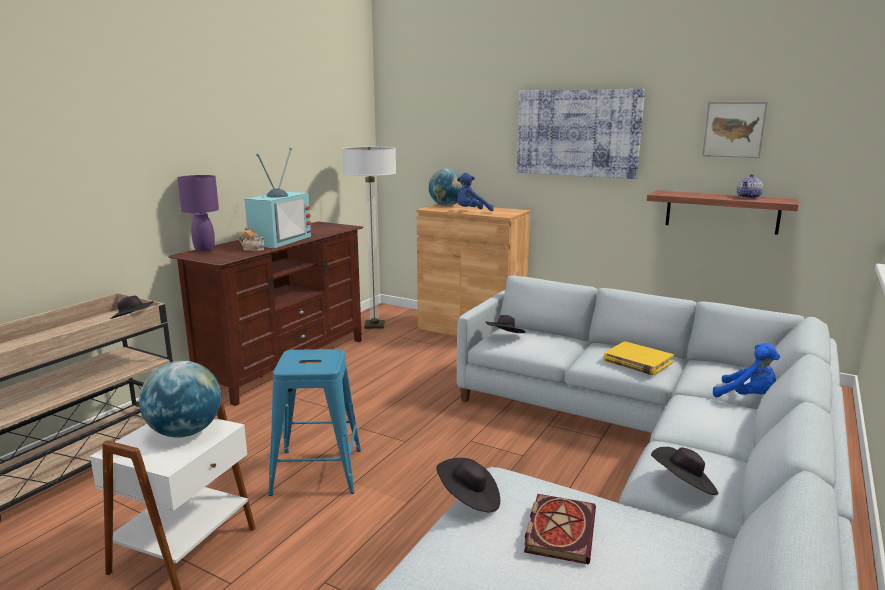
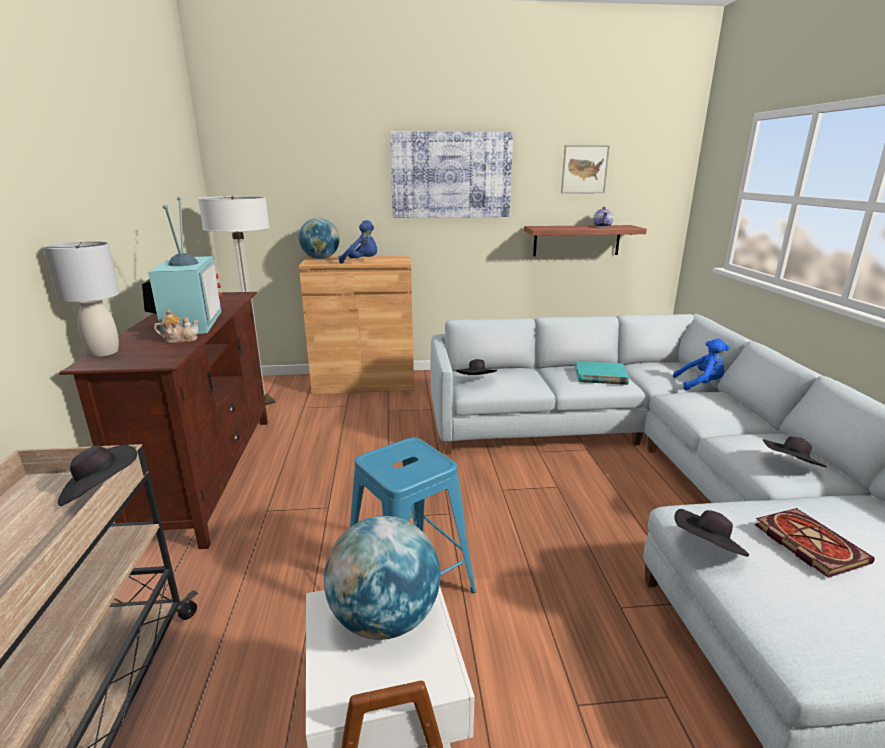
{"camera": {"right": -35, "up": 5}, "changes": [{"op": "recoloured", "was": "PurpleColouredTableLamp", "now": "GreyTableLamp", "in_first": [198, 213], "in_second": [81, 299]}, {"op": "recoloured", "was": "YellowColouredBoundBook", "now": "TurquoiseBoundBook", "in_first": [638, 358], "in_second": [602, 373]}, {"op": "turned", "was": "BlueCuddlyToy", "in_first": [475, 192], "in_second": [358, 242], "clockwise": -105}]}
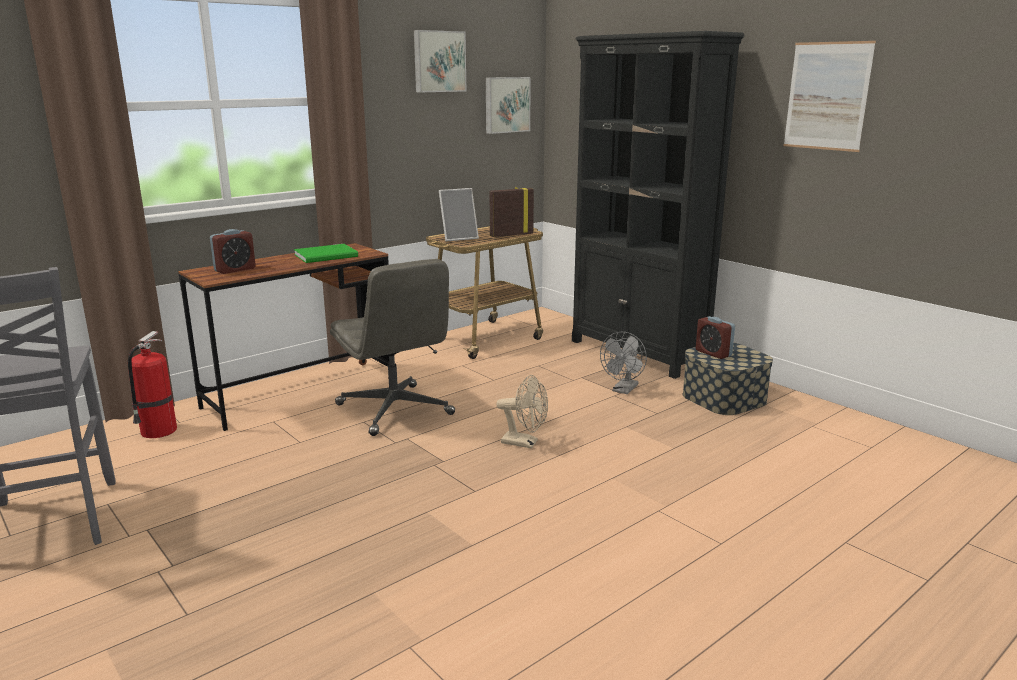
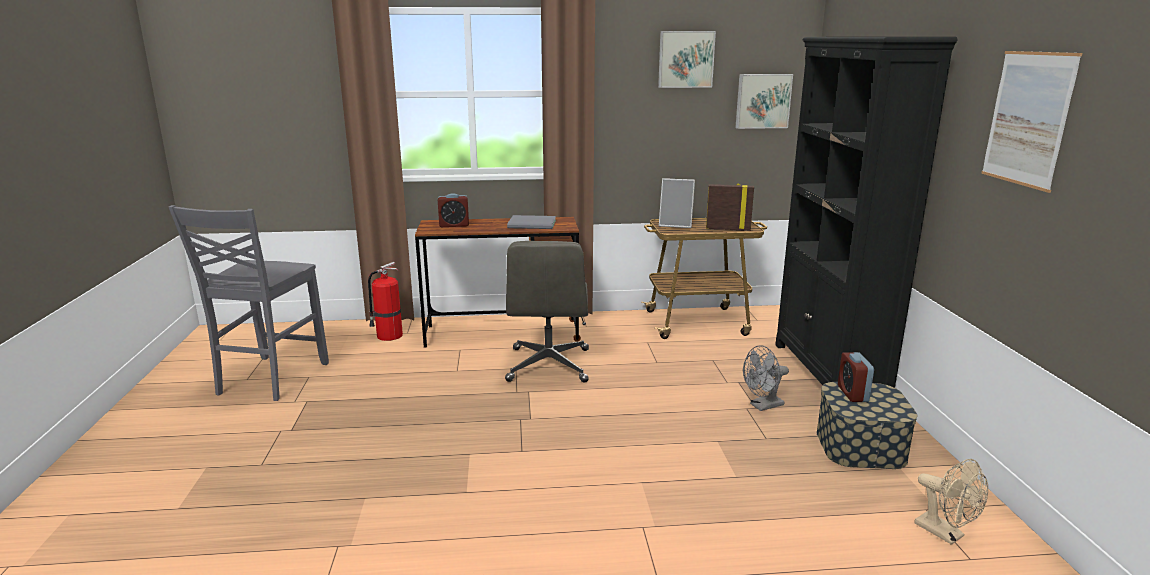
{"camera": {"right": 35, "up": 0}, "changes": [{"op": "moved", "was": "SandColouredFan", "in_first": [522, 412], "in_second": [951, 502]}, {"op": "recoloured", "was": "GreenColouredBoundBook", "now": "GreyBoundBook", "in_first": [326, 253], "in_second": [531, 222]}]}
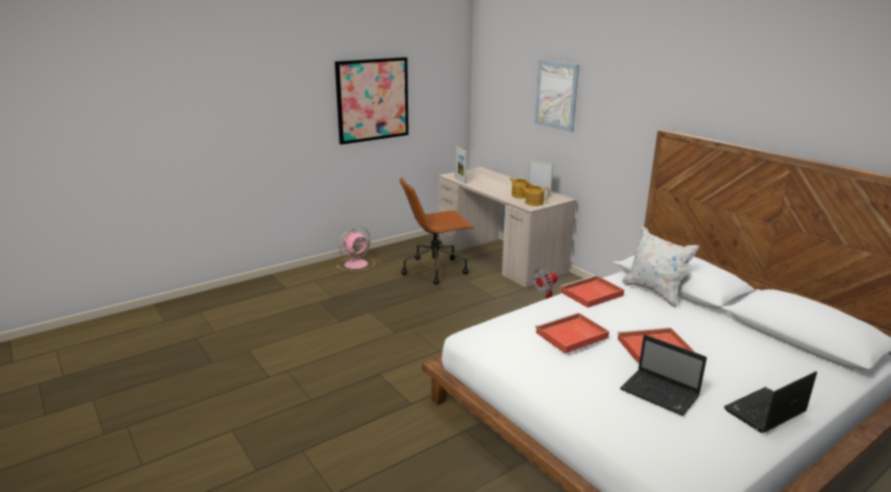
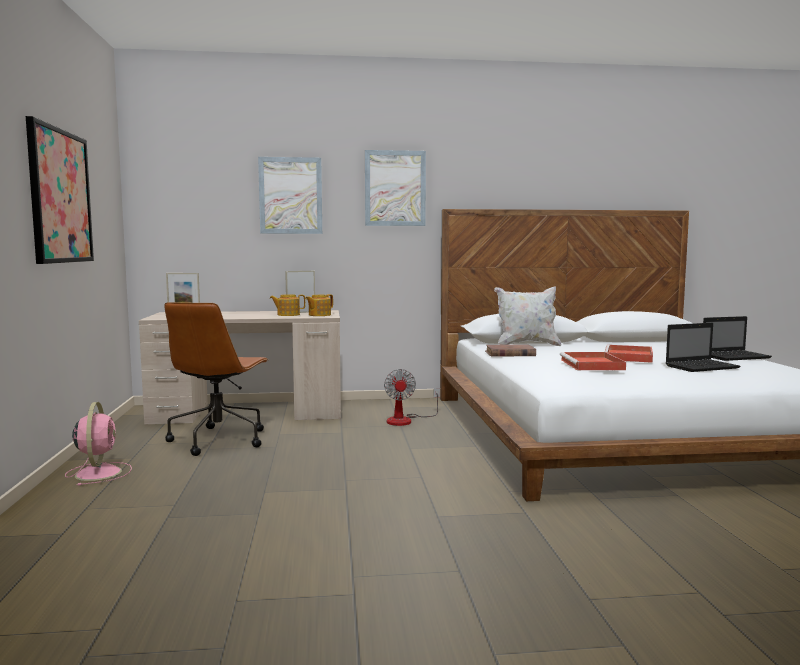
{"camera": {"right": -60, "up": -15}, "changes": [{"op": "added", "now": "WallPicture", "in_second": [395, 188]}, {"op": "replaced", "was": "ReddishServingTray", "now": "BrownBoundBook", "in_first": [592, 291], "in_second": [510, 350]}, {"op": "turned", "was": "PortableComputer", "in_first": [770, 402], "in_second": [737, 338], "clockwise": -105}]}
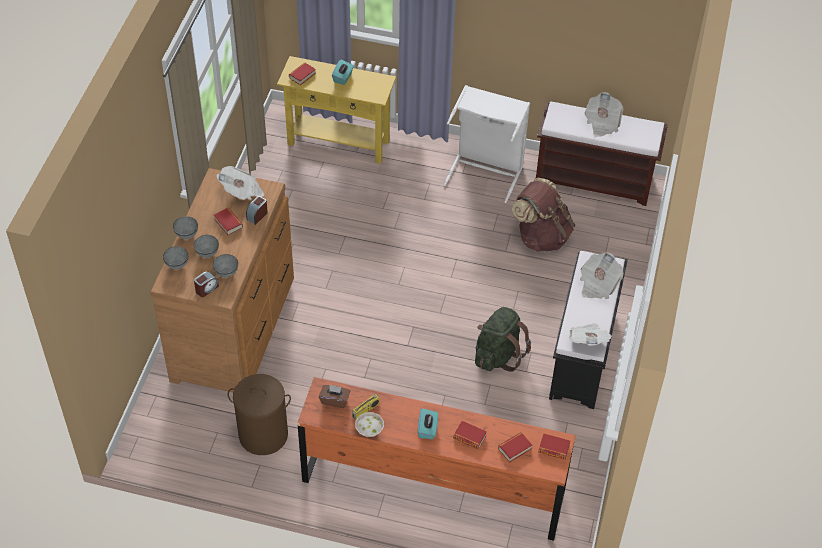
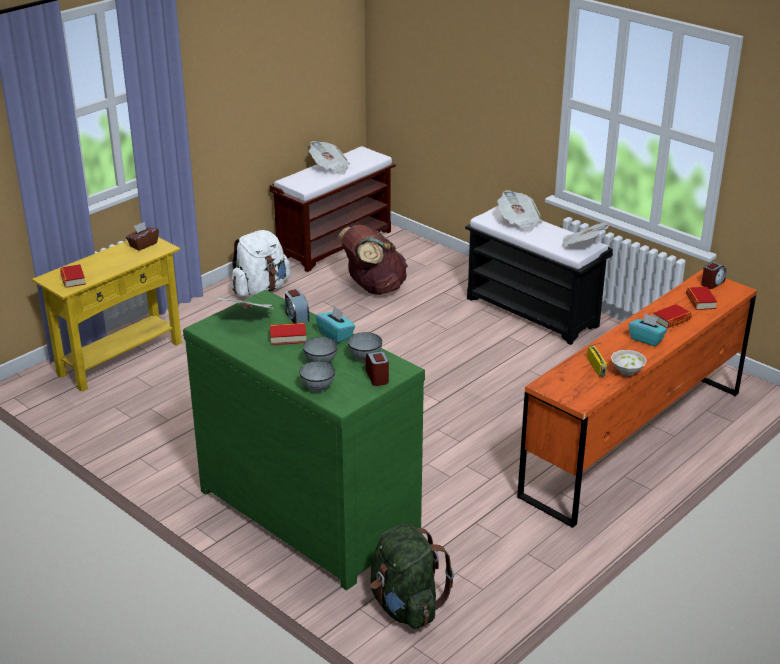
{"camera": {"right": -60, "up": -20}, "changes": [{"op": "removed", "was": "GreyDeepDish", "in_first": [185, 227]}, {"op": "removed", "was": "BrownHamper", "in_first": [259, 414]}, {"op": "moved", "was": "BrownTissueHolder", "in_first": [334, 396], "in_second": [142, 236]}, {"op": "moved", "was": "TurquoiseTissueHolder", "in_first": [343, 72], "in_second": [335, 324]}, {"op": "moved", "was": "GreenColouredRucksack", "in_first": [503, 339], "in_second": [412, 576]}, {"op": "replaced", "was": "WhiteColouredHamper", "now": "WhiteColouredRucksack", "in_first": [487, 144], "in_second": [261, 263]}, {"op": "replaced", "was": "BoundBook", "now": "AlarmClock", "in_first": [554, 446], "in_second": [713, 275]}, {"op": "recoloured", "was": "BrownDrawerChest", "now": "GreenColouredDrawerChest", "in_first": [222, 280], "in_second": [304, 440]}]}
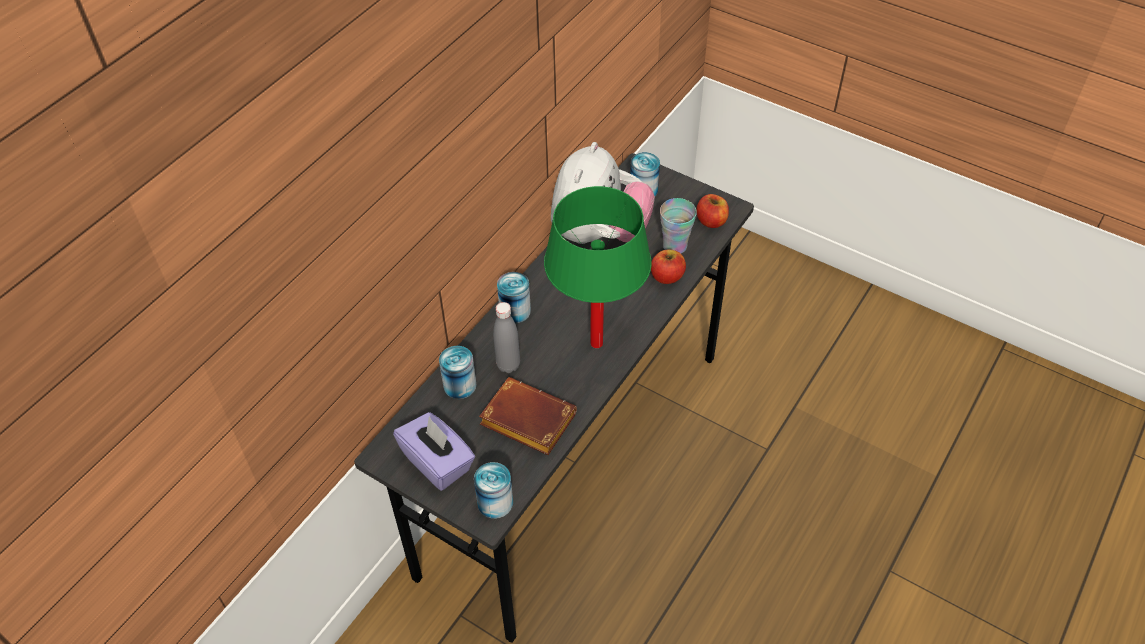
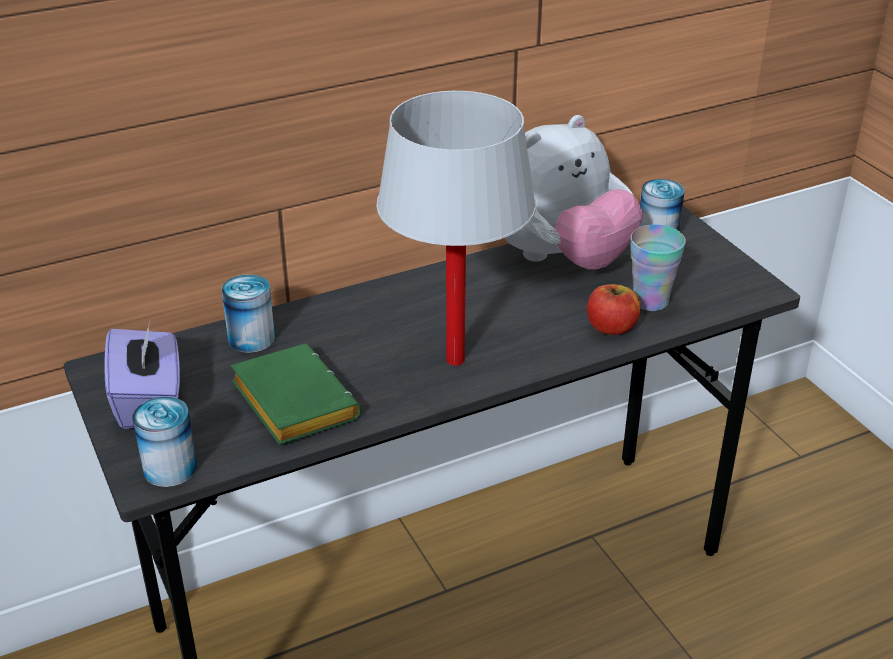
{"camera": {"right": 30, "up": -15}, "changes": [{"op": "removed", "was": "GreyBottle", "in_first": [506, 337]}, {"op": "removed", "was": "SealedCan", "in_first": [514, 297]}, {"op": "removed", "was": "AppleFruit", "in_first": [712, 211]}, {"op": "recoloured", "was": "BrownBoundBook", "now": "GreenColouredBoundBook", "in_first": [528, 416], "in_second": [296, 394]}, {"op": "recoloured", "was": "GreenColouredTableLamp", "now": "WhiteColouredTableLamp", "in_first": [598, 267], "in_second": [456, 228]}]}
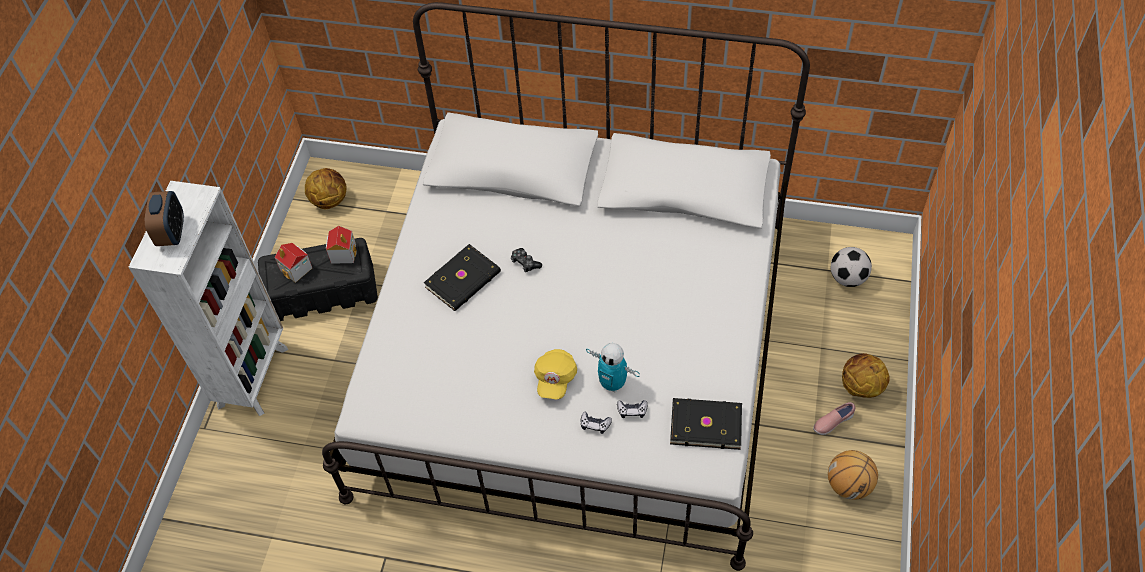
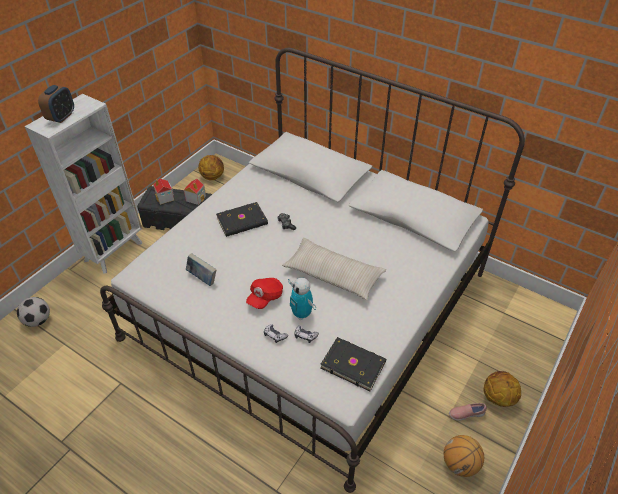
{"camera": {"right": 20, "up": -10}, "changes": [{"op": "added", "now": "BoundBook", "in_second": [201, 269]}, {"op": "added", "now": "SandColouredThrowPillow", "in_second": [334, 269]}, {"op": "moved", "was": "BallForFootball", "in_first": [851, 267], "in_second": [33, 312]}, {"op": "recoloured", "was": "YellowColouredBaseballCap", "now": "ReddishBaseballCap", "in_first": [555, 374], "in_second": [264, 293]}]}
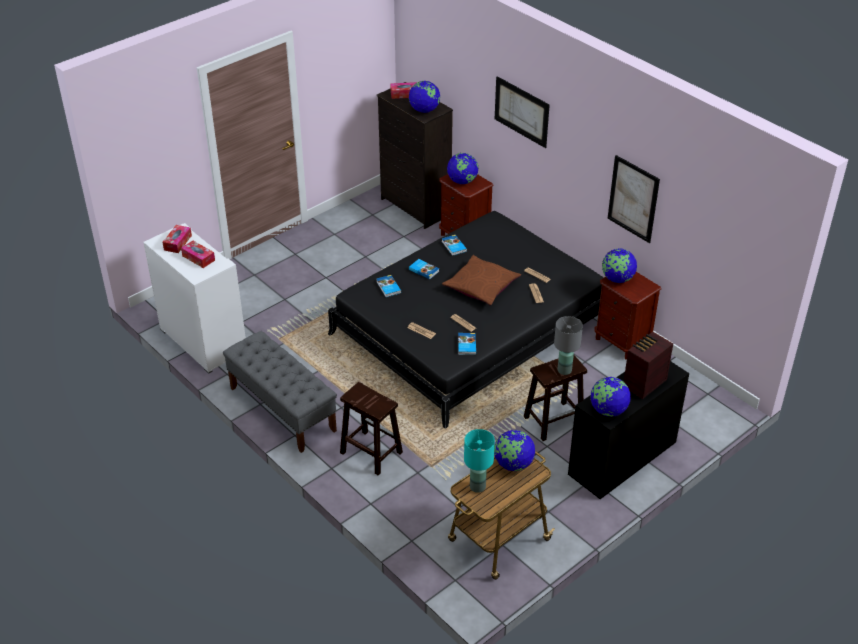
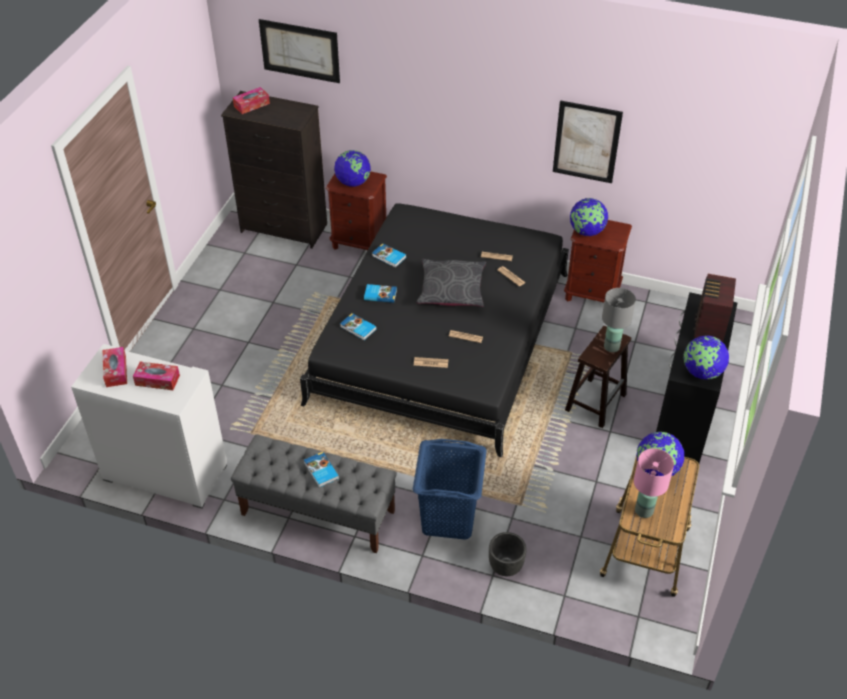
{"camera": {"right": -30, "up": 5}, "changes": [{"op": "removed", "was": "Globe", "in_first": [424, 97]}, {"op": "added", "now": "BlackishPlanter", "in_second": [508, 554]}, {"op": "moved", "was": "BoundBook", "in_first": [467, 344], "in_second": [321, 469]}, {"op": "moved", "was": "WallPicture", "in_first": [522, 112], "in_second": [299, 51]}, {"op": "replaced", "was": "BrownStoolSeat", "now": "BlueHamper", "in_first": [371, 428], "in_second": [450, 489]}, {"op": "recoloured", "was": "BrownThrowPillow", "now": "GreyThrowPillow", "in_first": [481, 280], "in_second": [451, 283]}, {"op": "recoloured", "was": "TurquoiseTableLamp", "now": "PinkTableLamp", "in_first": [479, 461], "in_second": [654, 483]}]}
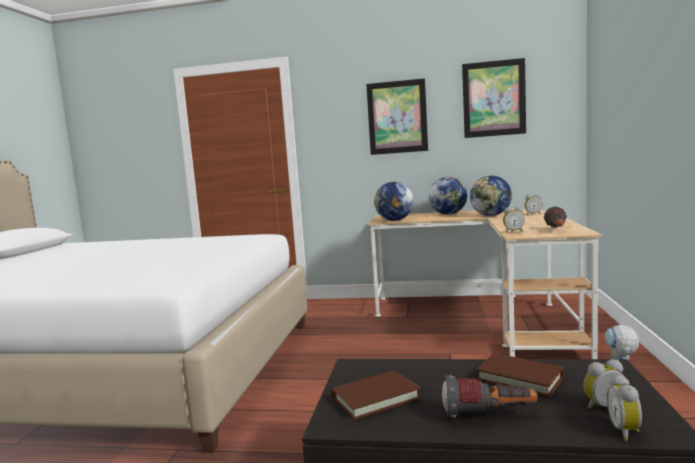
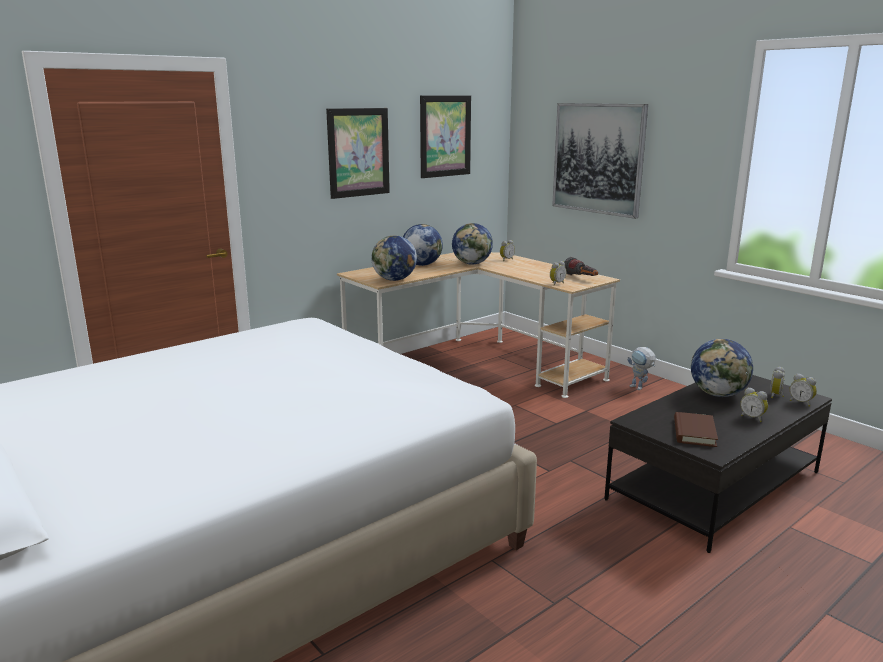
{"camera": {"right": -50, "up": 10}, "changes": [{"op": "added", "now": "WallPicture", "in_second": [600, 161]}, {"op": "replaced", "was": "Torch", "now": "AlarmClock", "in_first": [489, 396], "in_second": [754, 404]}, {"op": "replaced", "was": "BrownBoundBook", "now": "Globe", "in_first": [520, 375], "in_second": [722, 368]}]}
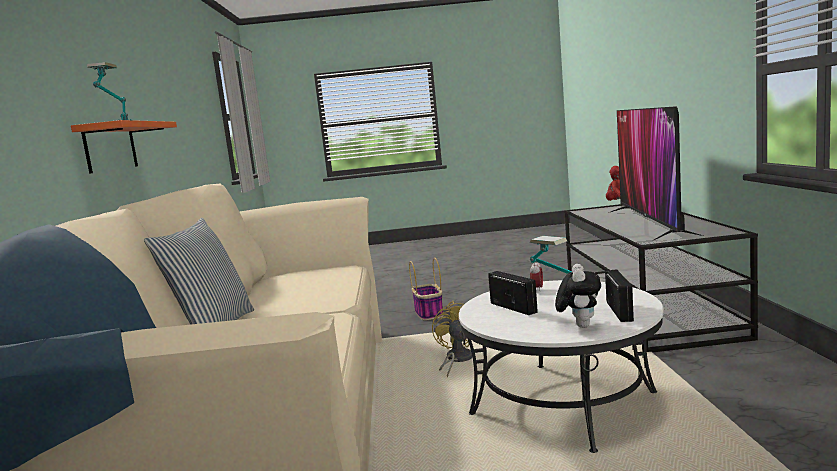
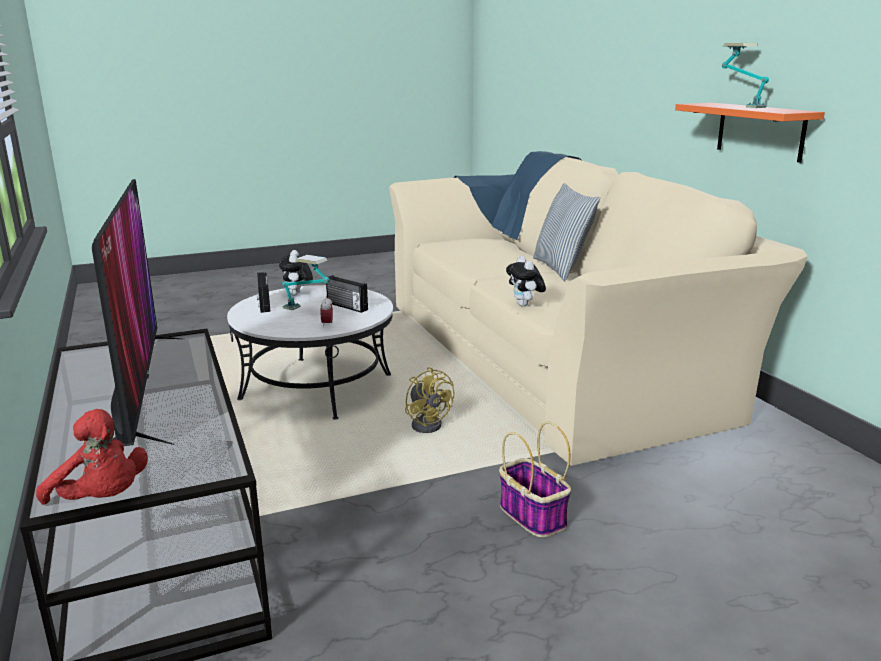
{"camera": {"right": 160, "up": 10}, "changes": [{"op": "added", "now": "CuddlyToy", "in_second": [526, 281]}]}
